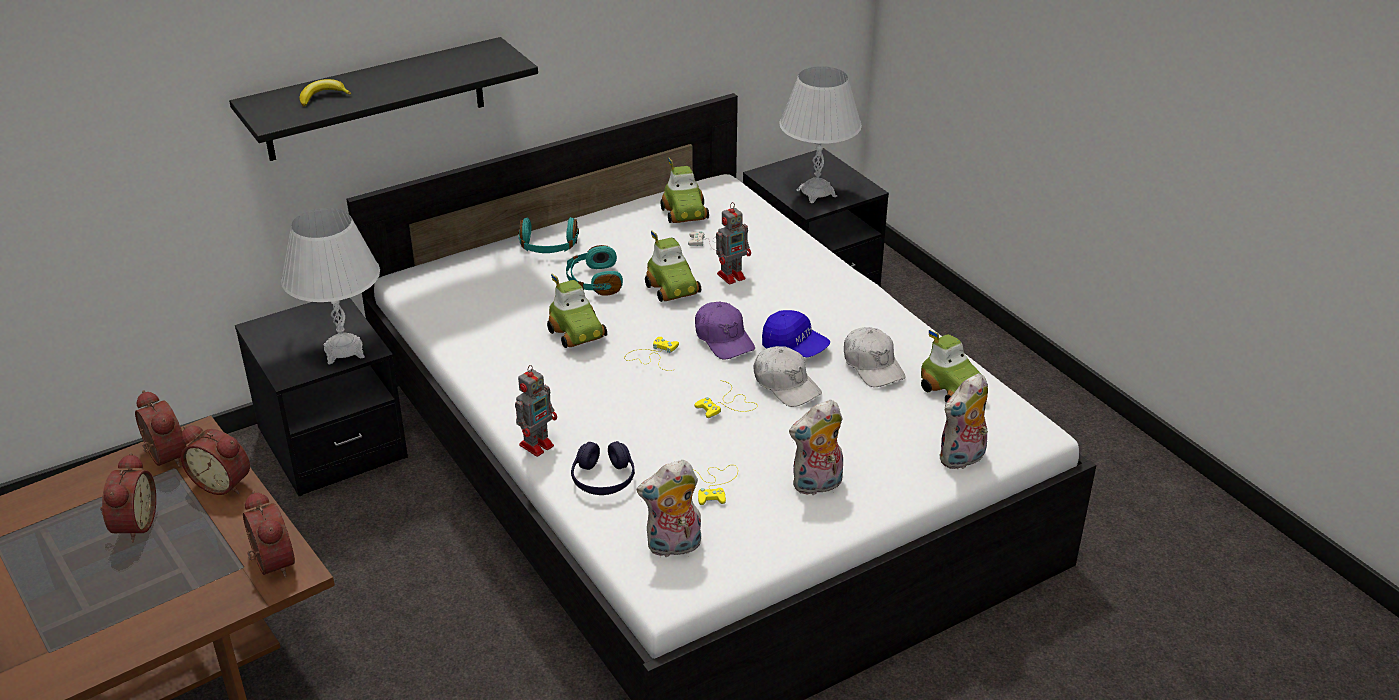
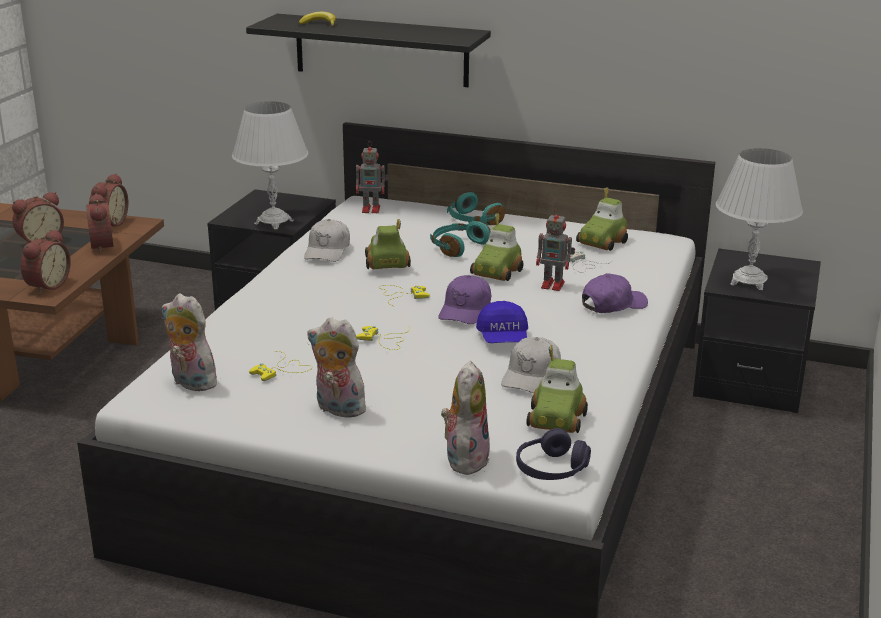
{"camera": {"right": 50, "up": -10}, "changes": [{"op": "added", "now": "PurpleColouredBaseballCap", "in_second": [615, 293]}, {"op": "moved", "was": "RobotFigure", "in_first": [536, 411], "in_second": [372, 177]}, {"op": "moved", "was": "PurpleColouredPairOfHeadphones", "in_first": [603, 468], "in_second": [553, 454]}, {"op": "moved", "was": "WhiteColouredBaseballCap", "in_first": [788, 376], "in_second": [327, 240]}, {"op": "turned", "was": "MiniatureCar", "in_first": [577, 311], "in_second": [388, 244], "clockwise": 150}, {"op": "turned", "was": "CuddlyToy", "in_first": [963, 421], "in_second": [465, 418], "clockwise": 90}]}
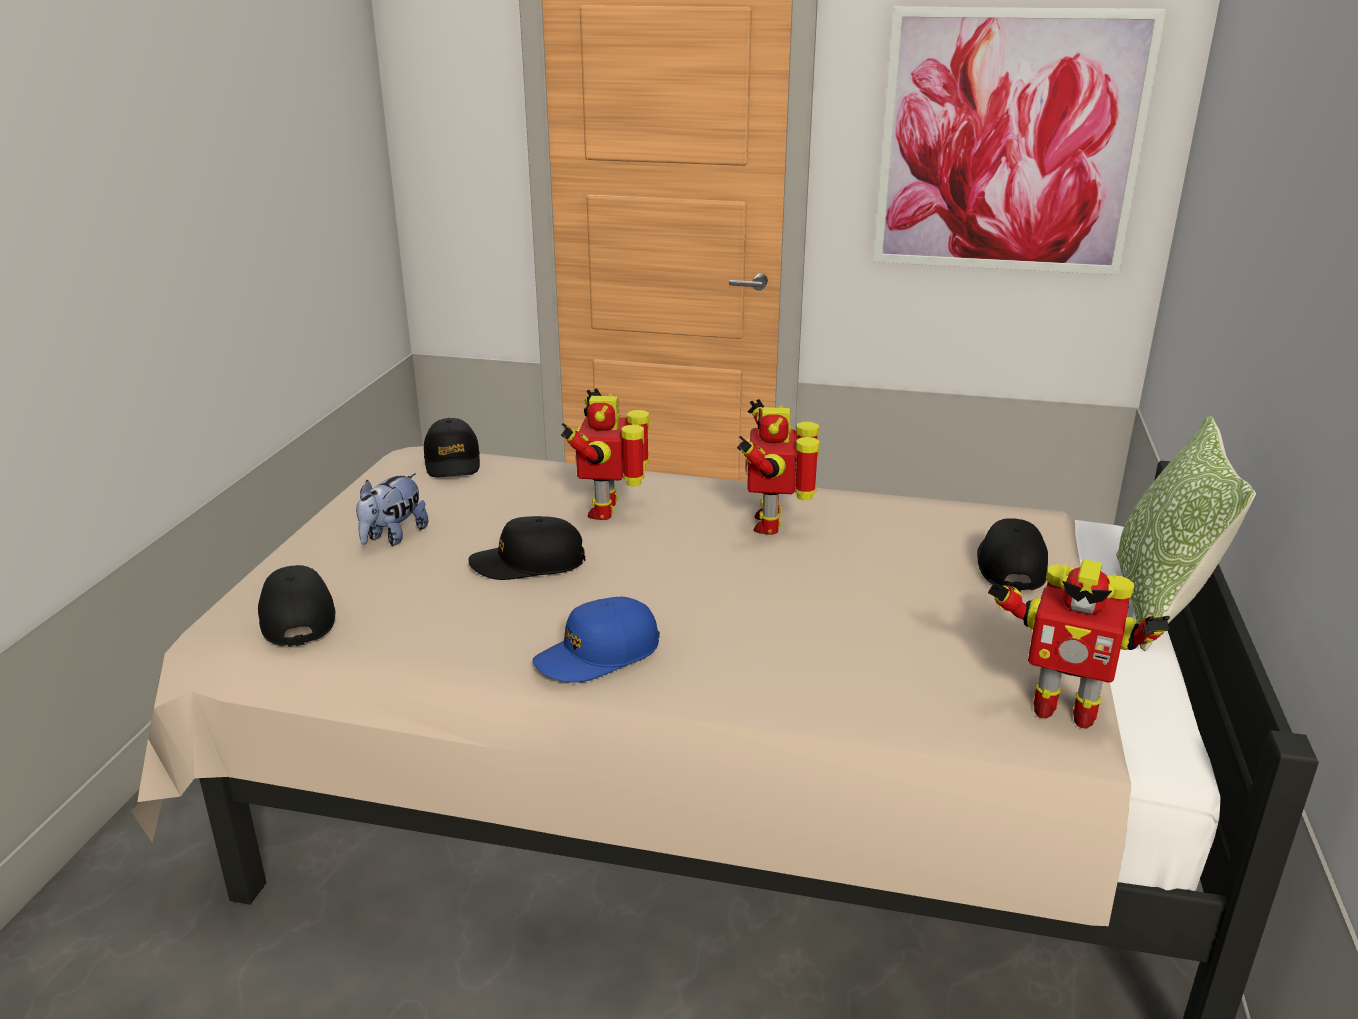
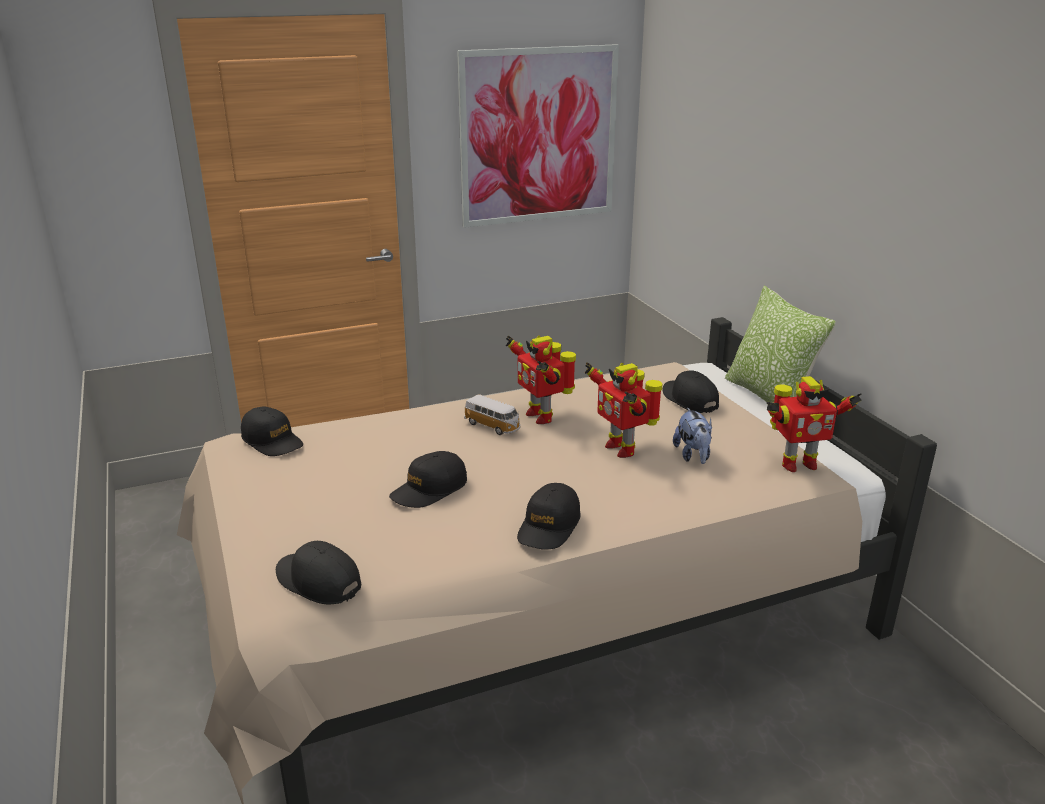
{"camera": {"right": -35, "up": 0}, "changes": [{"op": "added", "now": "MiniatureCar", "in_second": [492, 414]}, {"op": "moved", "was": "CuddlyToy", "in_first": [392, 509], "in_second": [692, 436]}, {"op": "moved", "was": "RobotFigure", "in_first": [605, 454], "in_second": [624, 410]}, {"op": "recoloured", "was": "BlueBaseballCap", "now": "BlackishBaseballCap", "in_first": [596, 640], "in_second": [549, 516]}]}
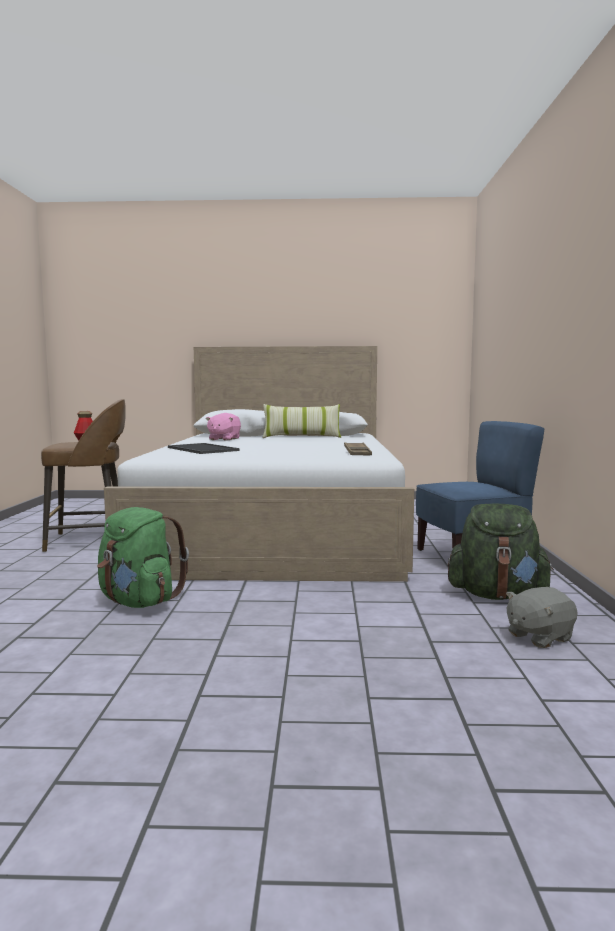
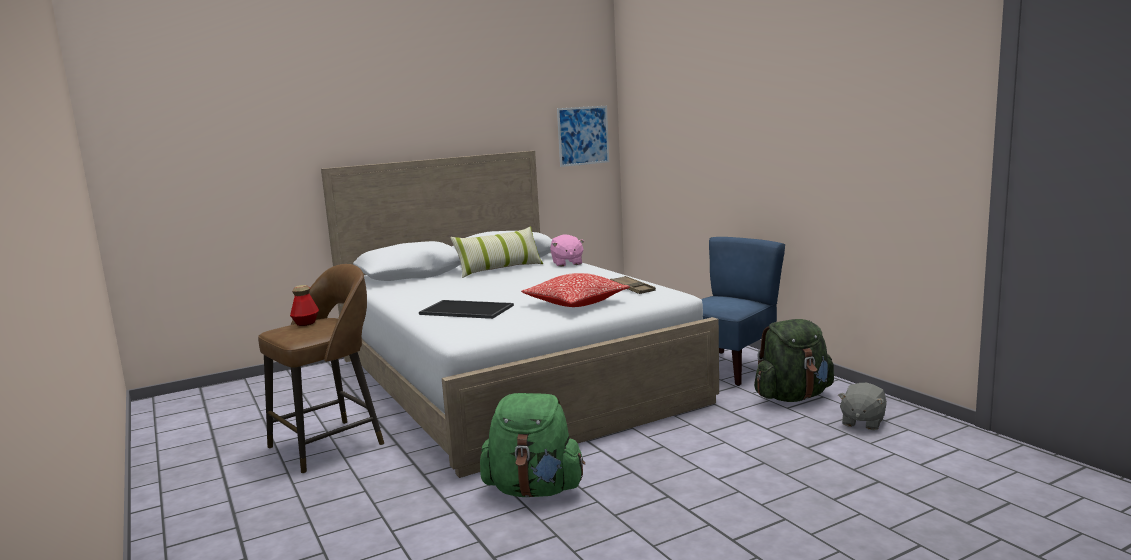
{"camera": {"right": -30, "up": 5}, "changes": [{"op": "added", "now": "ThrowPillow", "in_second": [575, 290]}, {"op": "added", "now": "WallPicture", "in_second": [583, 136]}, {"op": "moved", "was": "PinkCuddlyToy", "in_first": [223, 427], "in_second": [567, 250]}]}
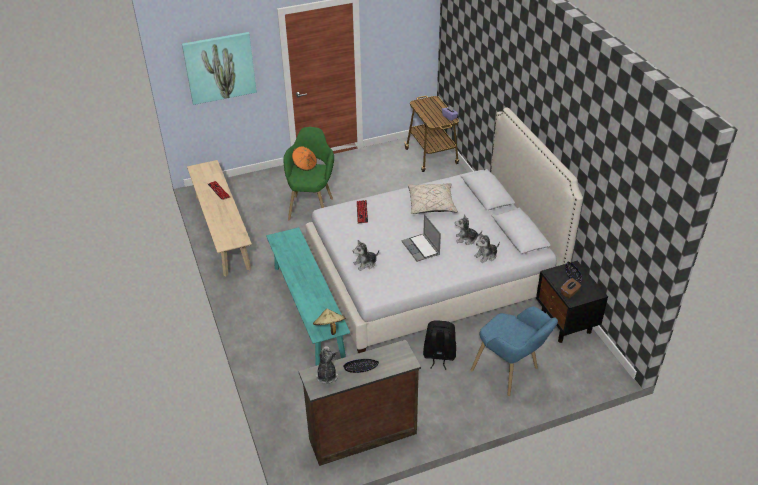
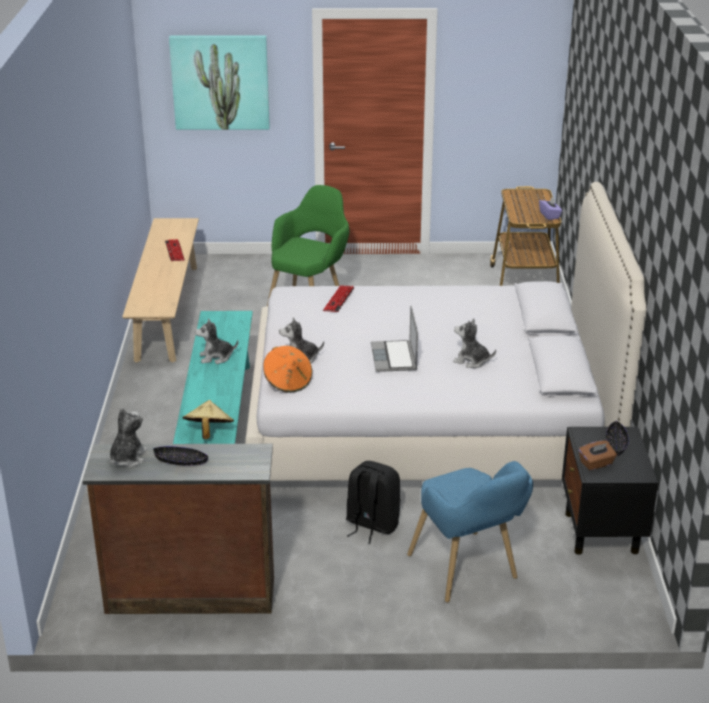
{"camera": {"right": 20, "up": -10}, "changes": [{"op": "removed", "was": "SandColouredThrowPillow", "in_first": [432, 198]}, {"op": "moved", "was": "OrangeyHat", "in_first": [304, 158], "in_second": [287, 369]}, {"op": "moved", "was": "CuddlyToy", "in_first": [487, 248], "in_second": [216, 341]}]}
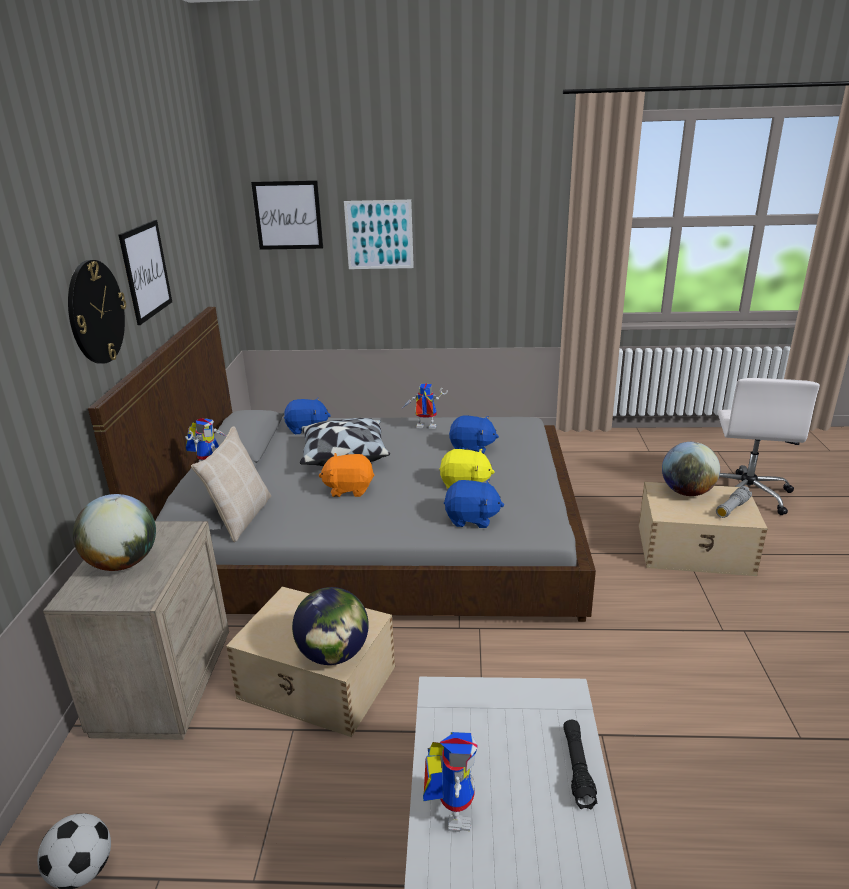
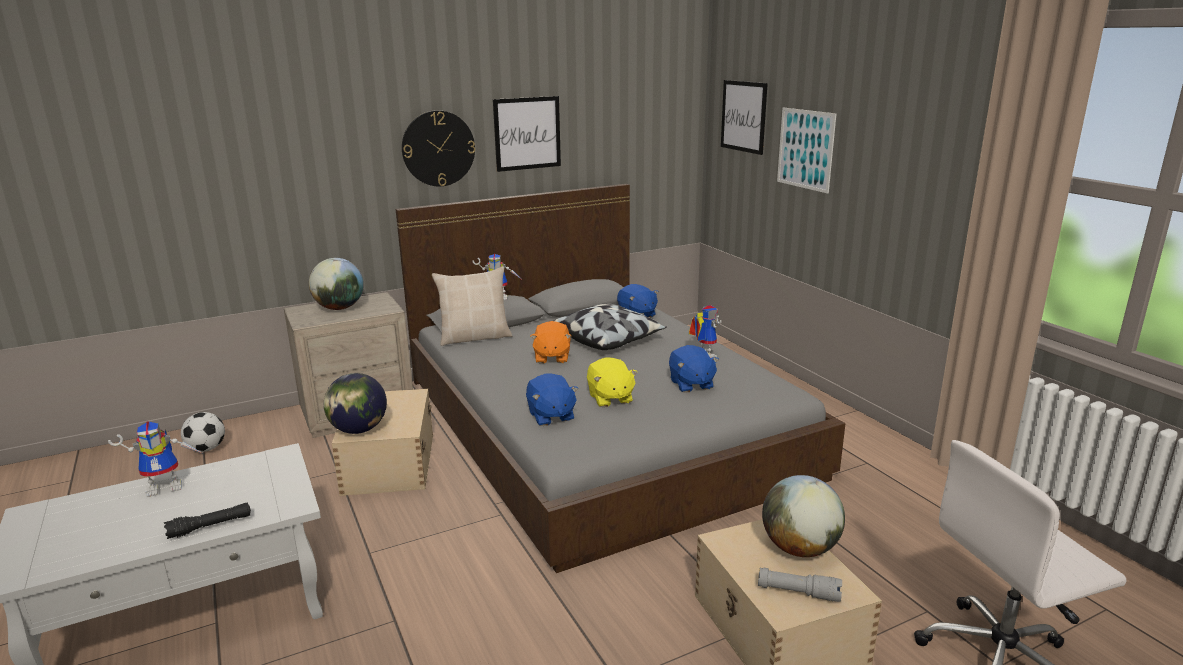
{"camera": {"right": 60, "up": -5}, "changes": [{"op": "turned", "was": "OrangeyCuddlyToy", "in_first": [347, 475], "in_second": [550, 342], "clockwise": -150}]}
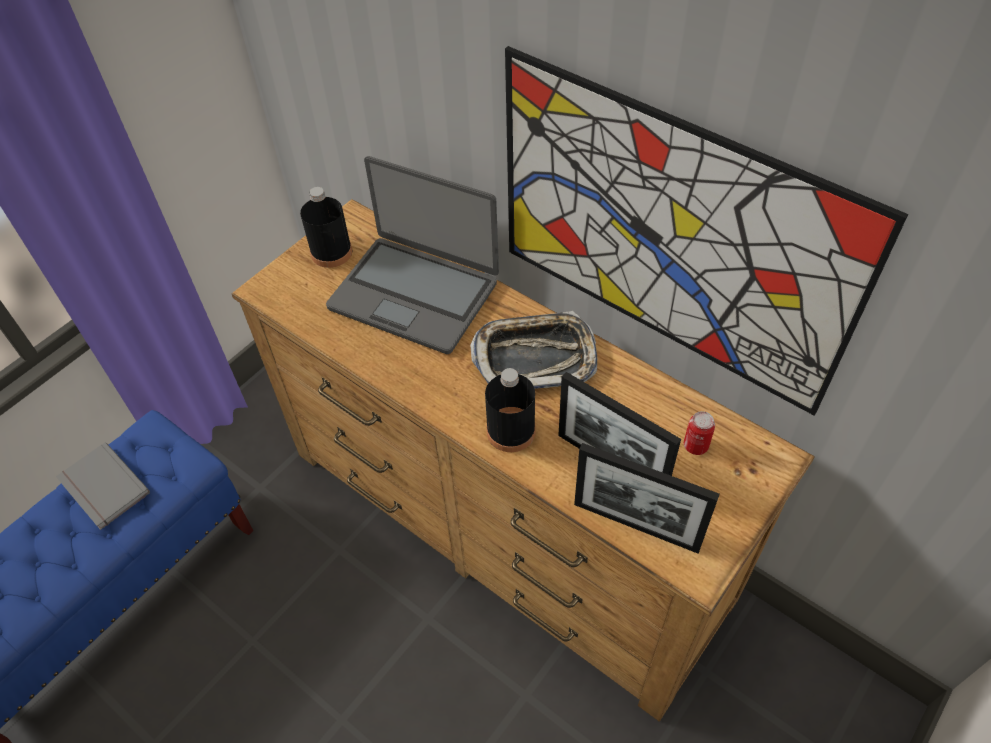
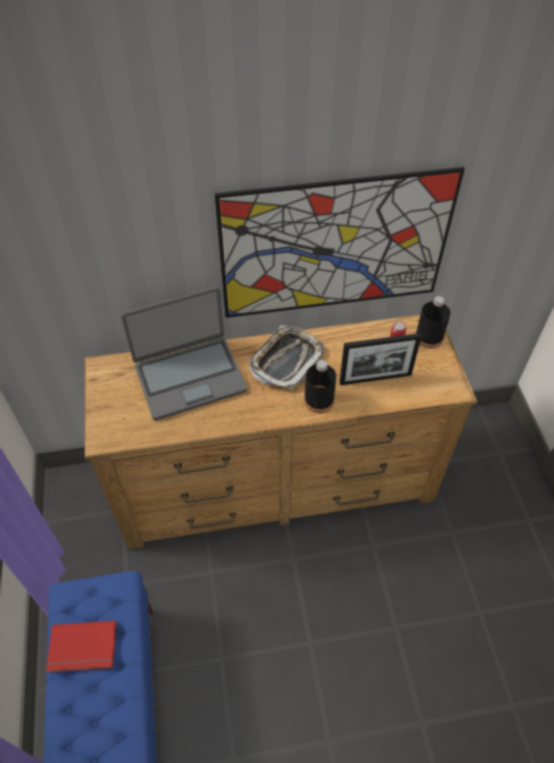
{"camera": {"right": -50, "up": 0}, "changes": [{"op": "removed", "was": "PhotoFrame", "in_first": [647, 498]}, {"op": "moved", "was": "BlackishBottle", "in_first": [326, 227], "in_second": [433, 322]}, {"op": "recoloured", "was": "GreyBoundBook", "now": "ReddishBoundBook", "in_first": [103, 486], "in_second": [81, 647]}]}
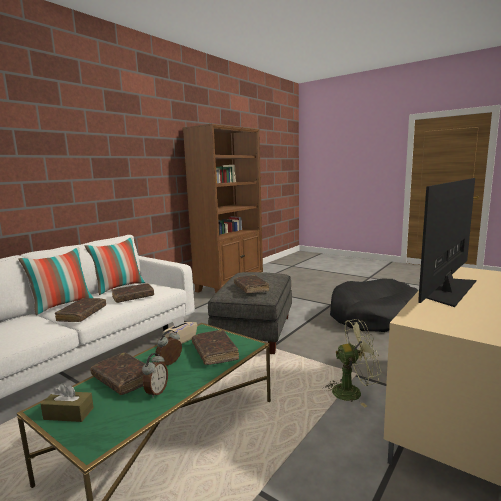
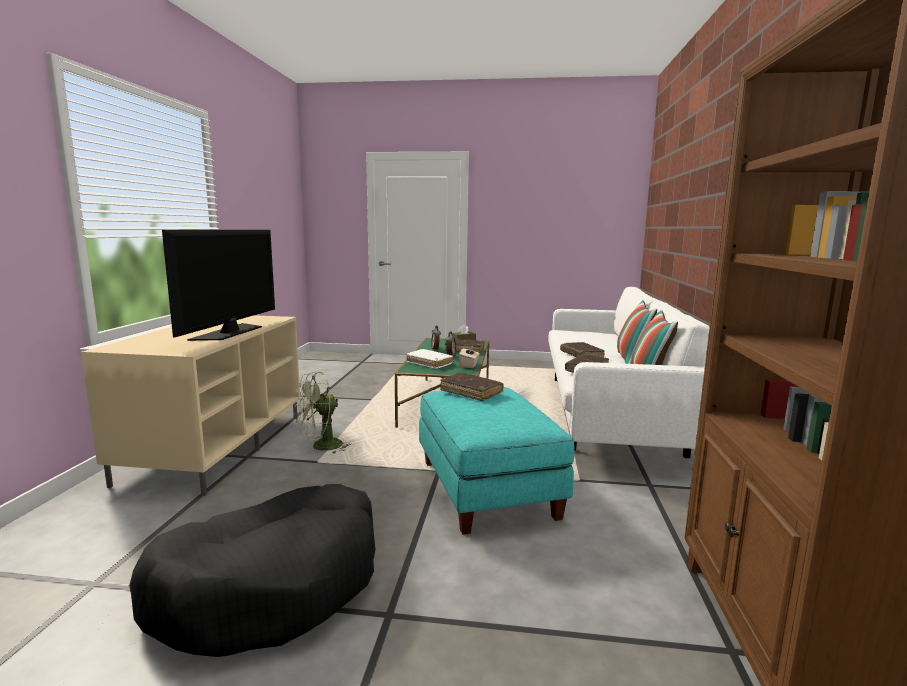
{"camera": {"right": 150, "up": 0}, "changes": [{"op": "recoloured", "was": "BrownBoundBook", "now": "WhiteColouredBoundBook", "in_first": [215, 347], "in_second": [430, 359]}, {"op": "recoloured", "was": "GreyFootrest", "now": "TurquoiseFootrest", "in_first": [250, 313], "in_second": [497, 461]}]}
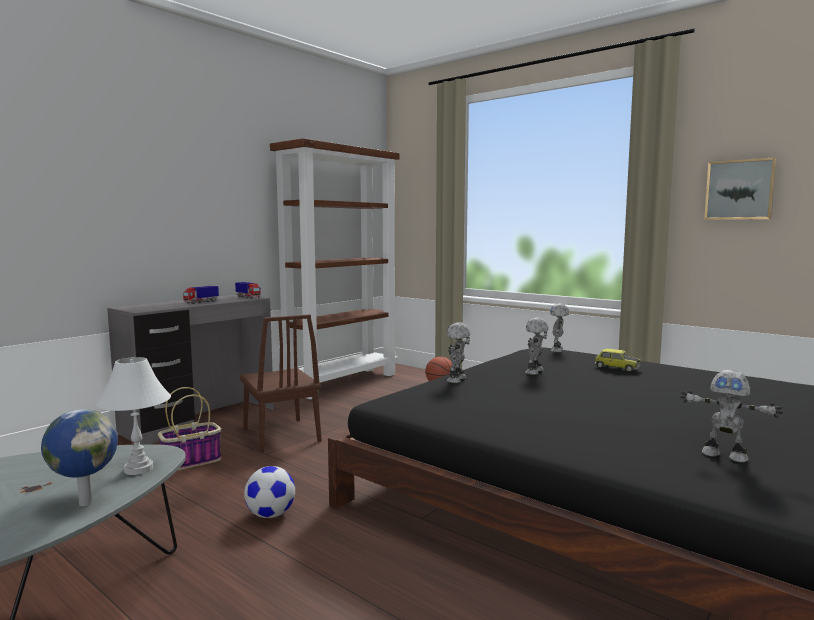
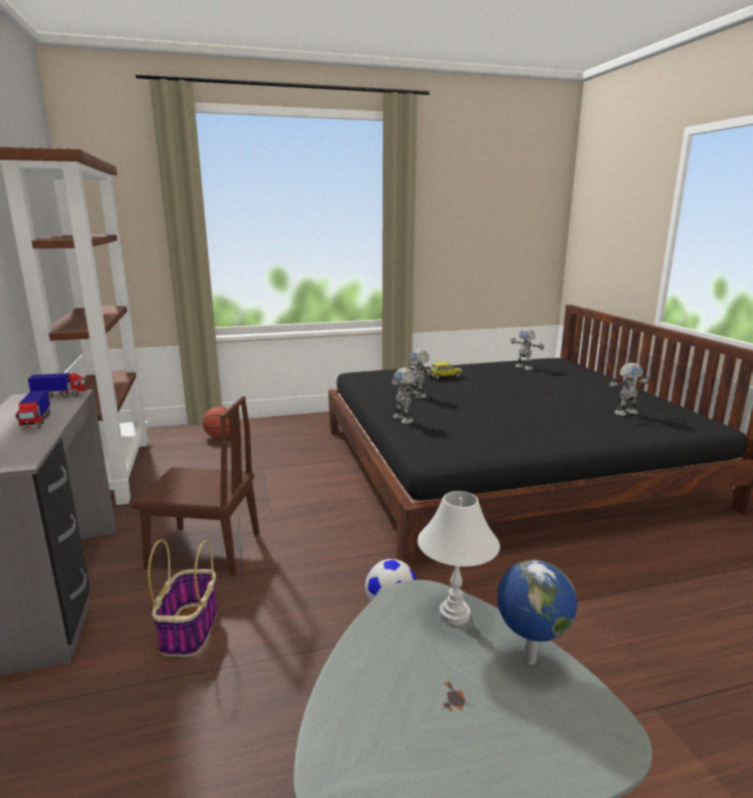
{"camera": {"right": -55, "up": 10}, "changes": [{"op": "removed", "was": "WallPicture", "in_first": [740, 188]}, {"op": "moved", "was": "RobotFigure", "in_first": [559, 328], "in_second": [527, 349]}]}
